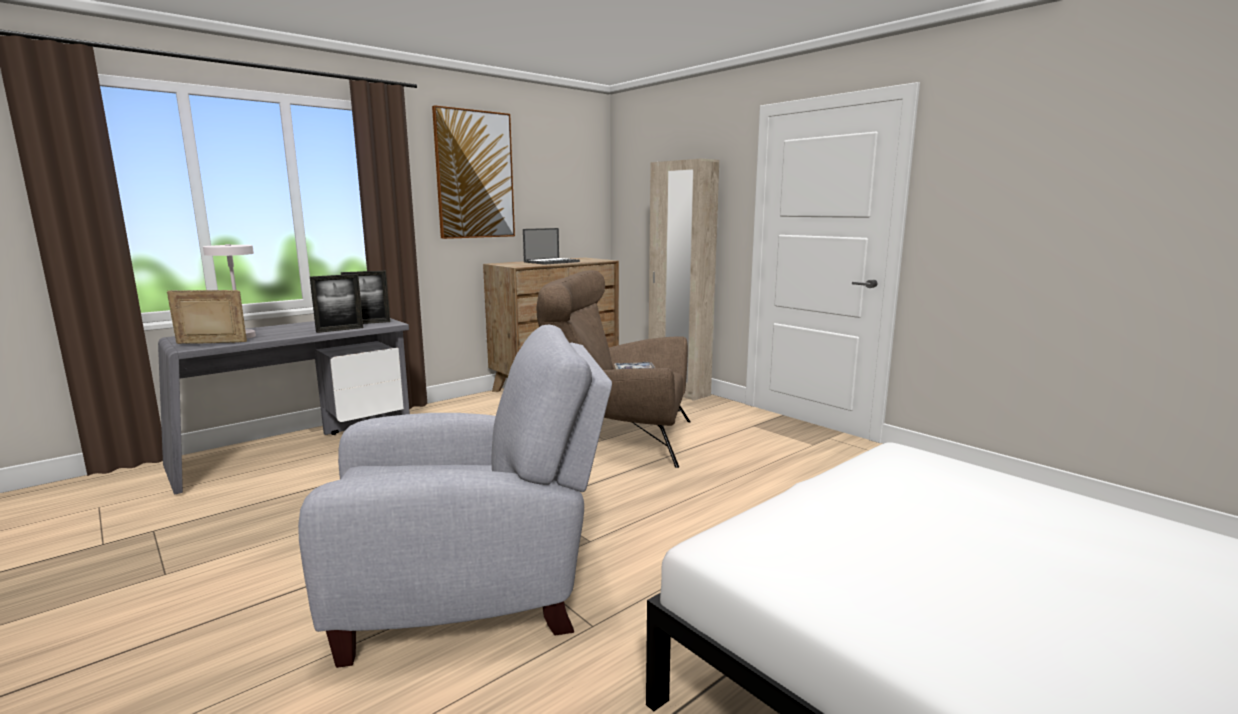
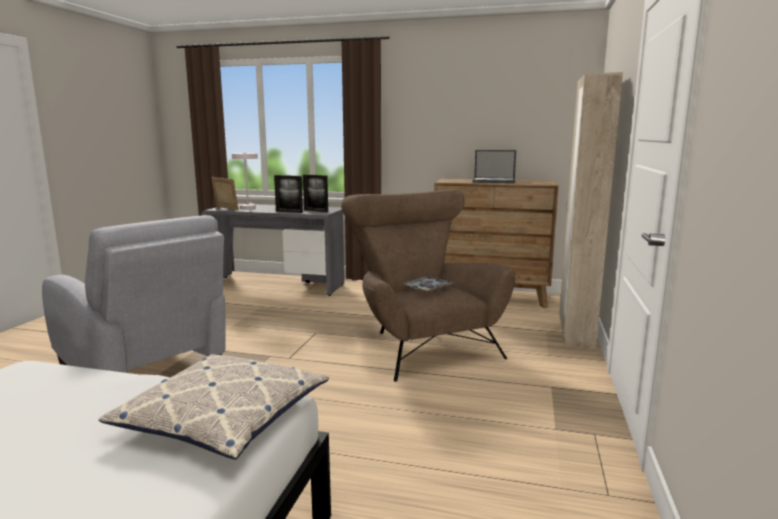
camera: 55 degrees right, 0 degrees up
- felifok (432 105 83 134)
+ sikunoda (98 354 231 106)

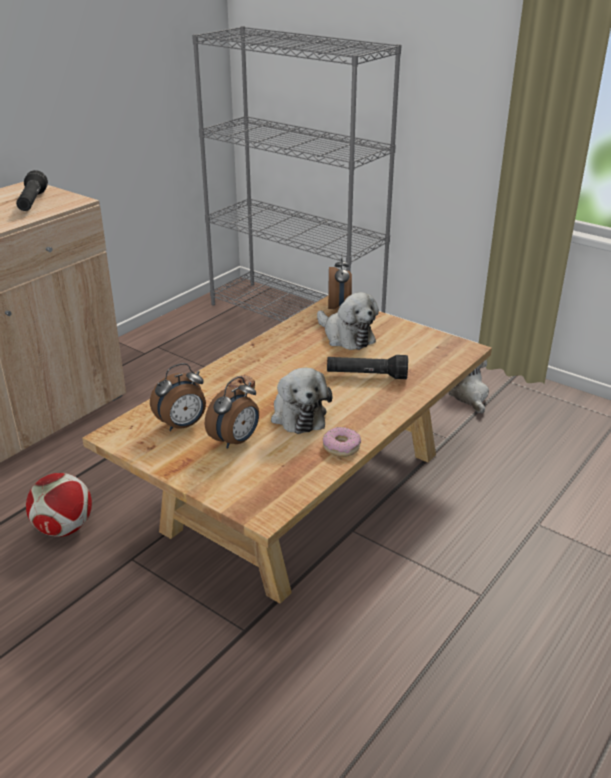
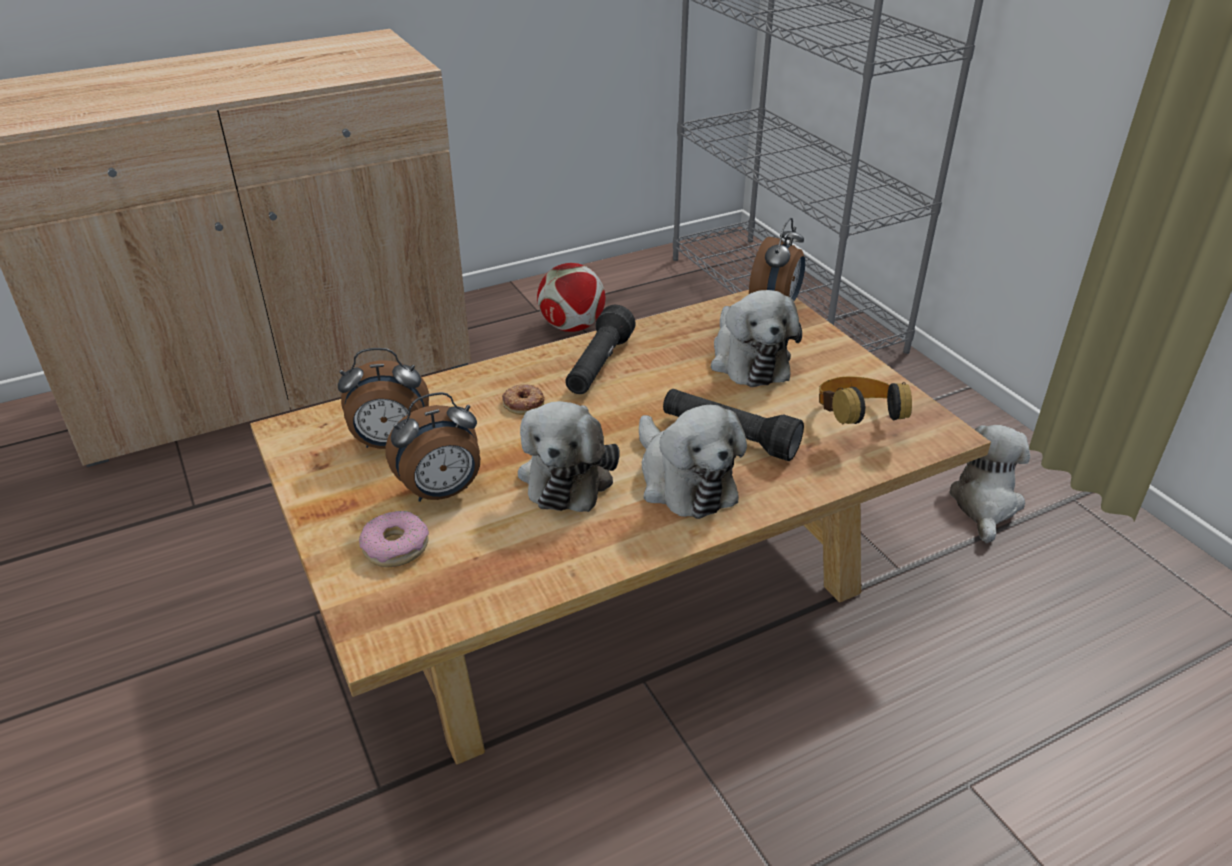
camera: 25 degrees right, 5 degrees up
+ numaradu (639 405 108 114)
+ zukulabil (819 376 93 48)
~ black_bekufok (16 170 32 41) to (565 305 71 89)
~ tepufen (26 473 66 64) to (537 263 68 69)
~ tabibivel (323 427 38 30) to (359 511 70 56)

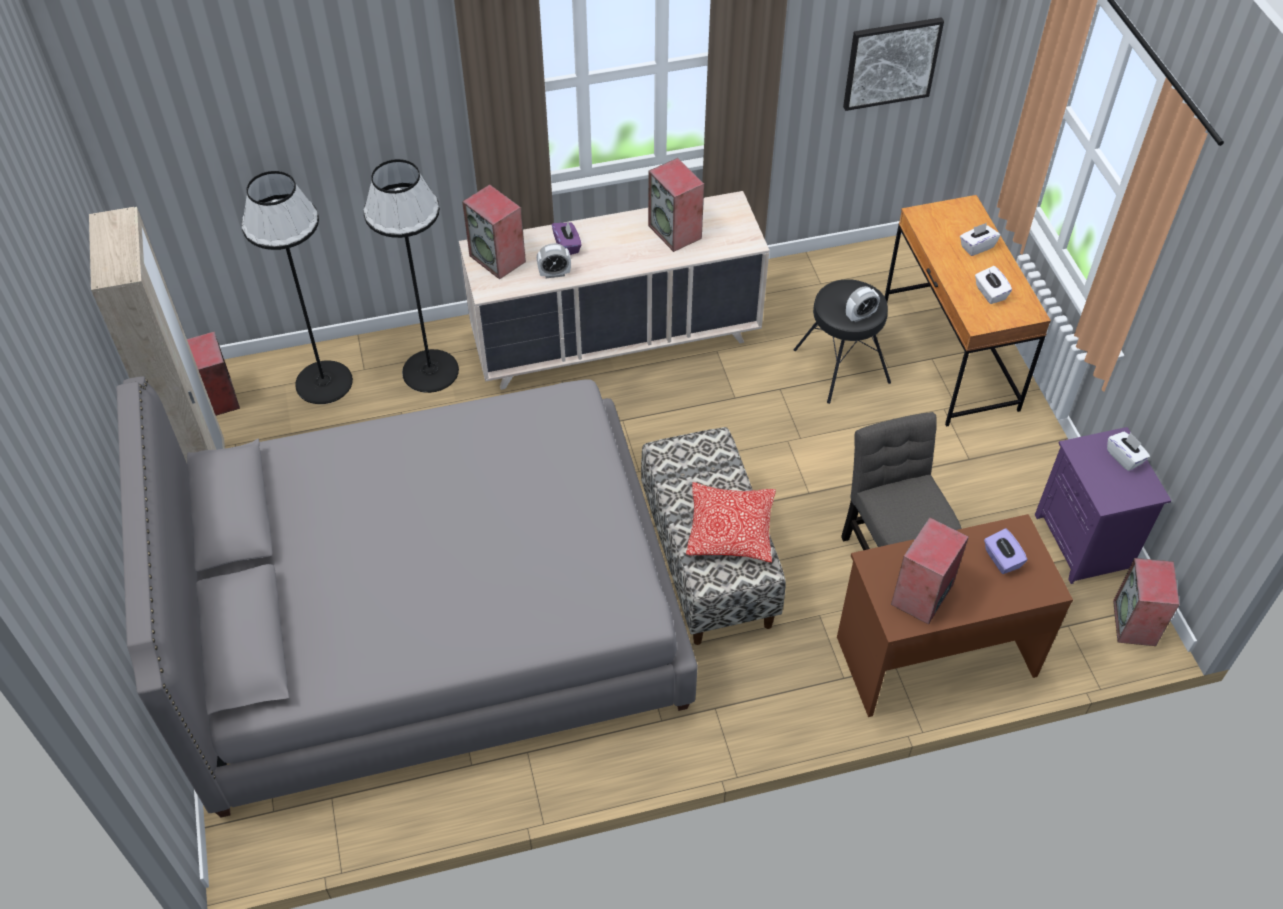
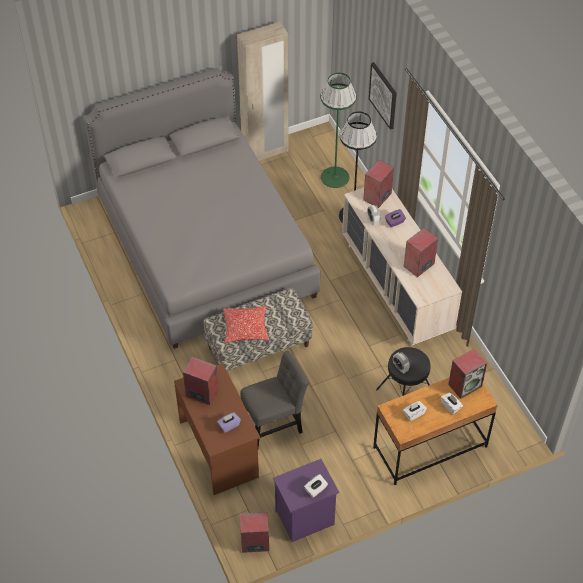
camera: 80 degrees right, 0 degrees up
~ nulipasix (187 332 53 84) to (448 348 39 51)
~ felifok (843 17 101 94) to (369 62 28 68)
~ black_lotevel (241 171 112 233) to green_lotevel (320 73 37 115)

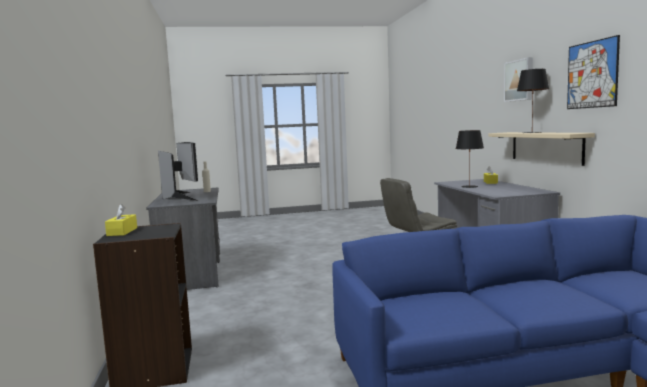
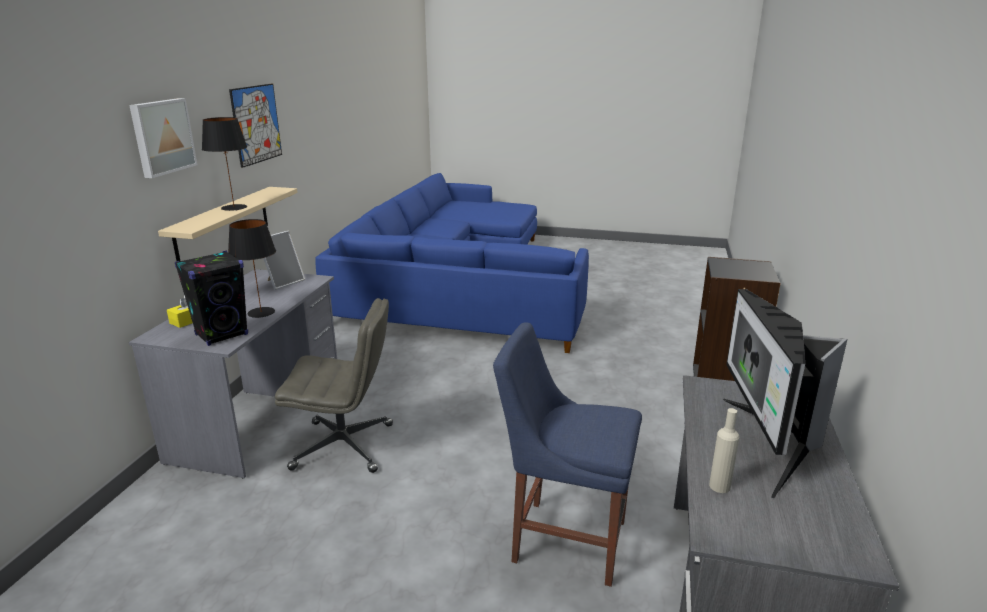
camera: 155 degrees left, 15 degrees up
- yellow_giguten (105 204 32 32)
+ black_nulipasix (175 251 73 95)
+ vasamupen (263 231 42 59)
+ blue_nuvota (493 322 149 265)

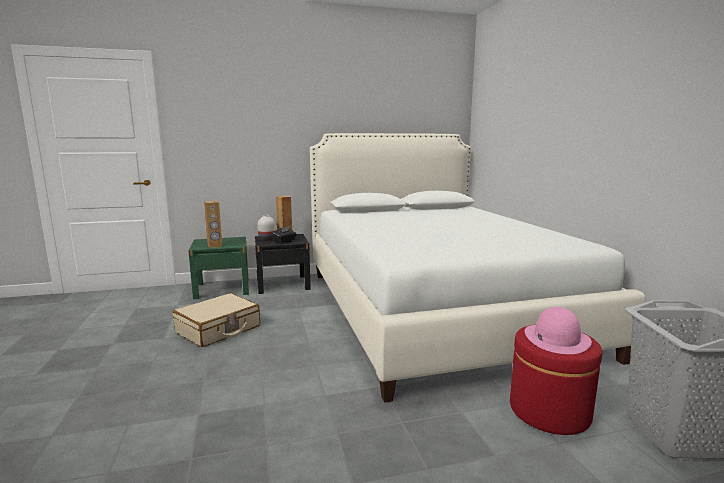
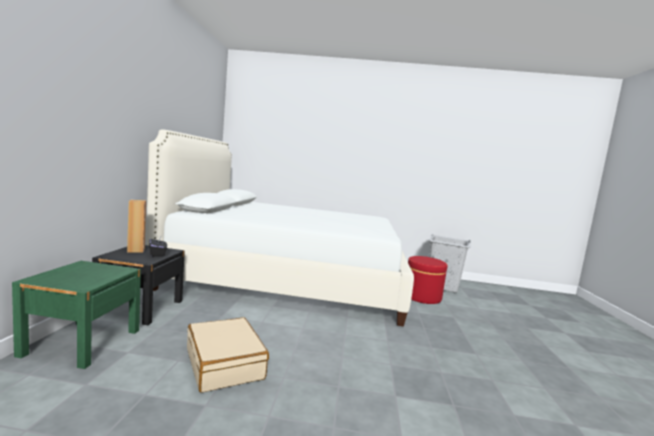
camera: 70 degrees left, 5 degrees down
- brown_nulipasix (204 201 18 47)
- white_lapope (258 215 18 26)
- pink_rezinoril (525 307 67 47)

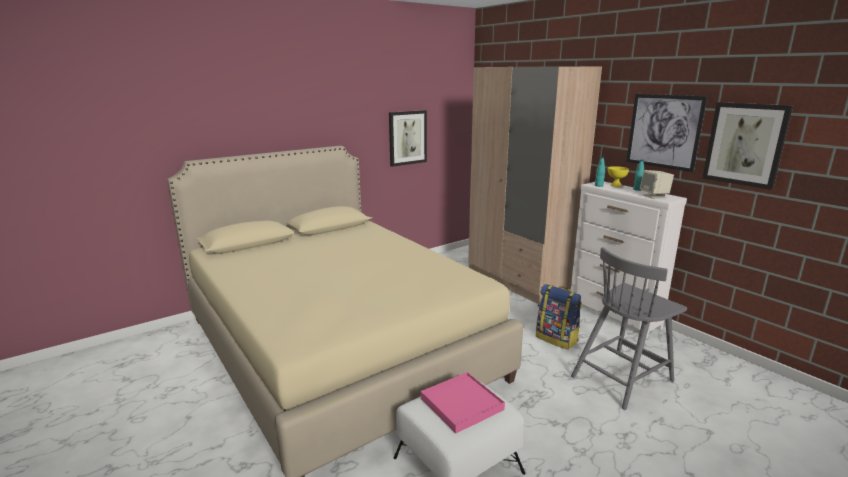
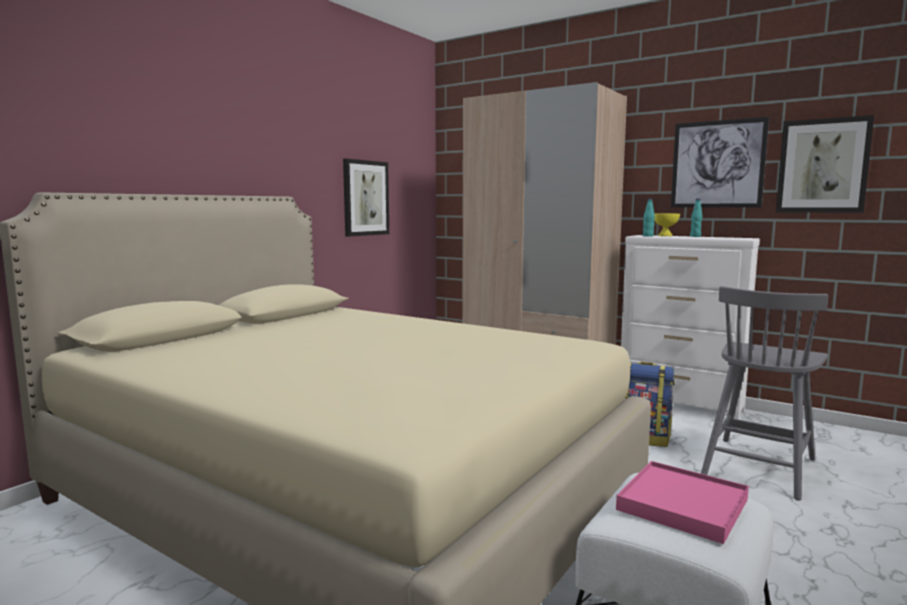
camera: 20 degrees left, 10 degrees down
- beige_nulipasix (640 170 34 29)

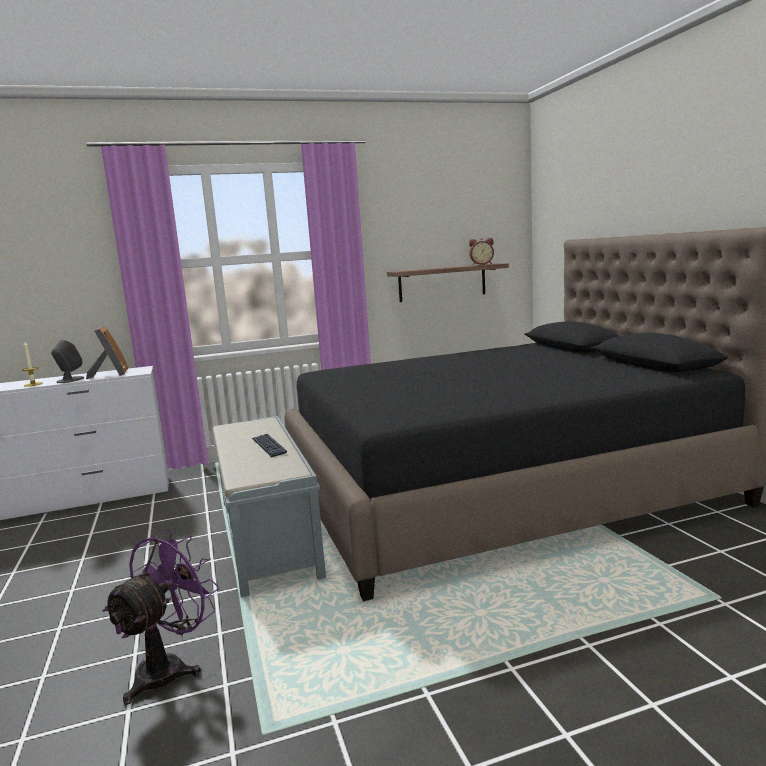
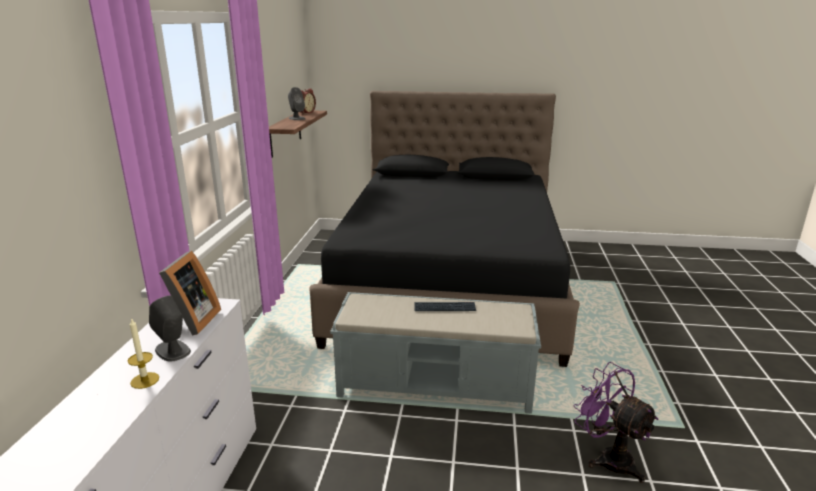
camera: 65 degrees left, 10 degrees up
+ grey_nulipasix (288 87 17 33)
~ vasamupen (86 326 42 53) = (159 251 62 85) 90 degrees clockwise

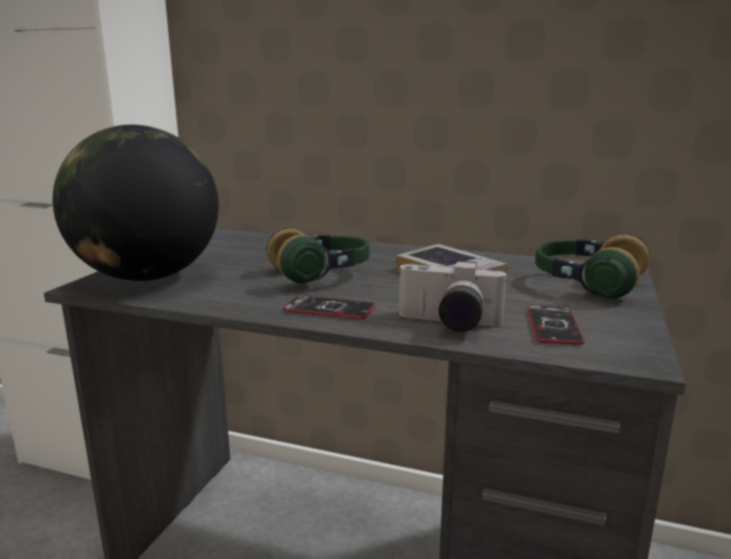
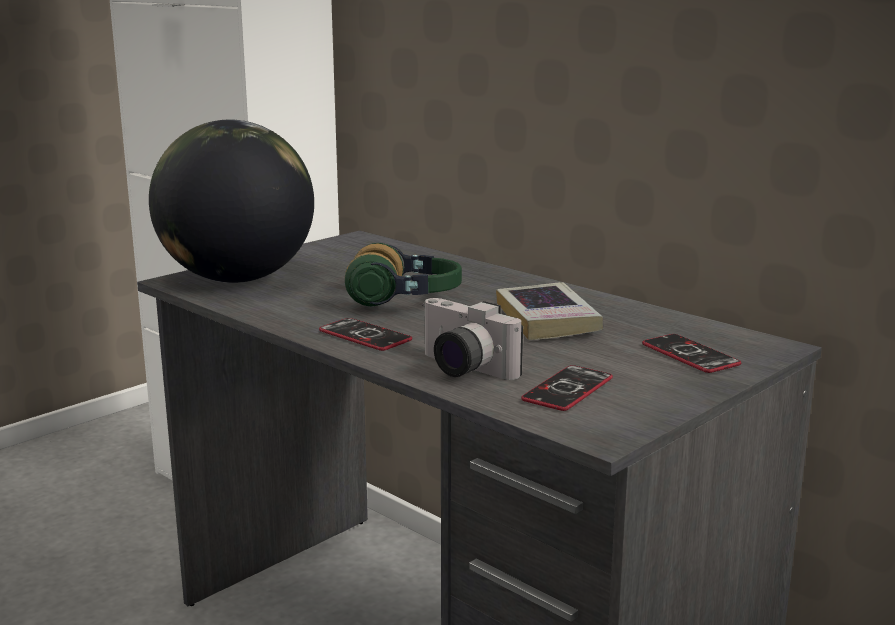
camera: 25 degrees right, 0 degrees up
~ zukulabil (535 233 115 66) to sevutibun (642 334 99 39)

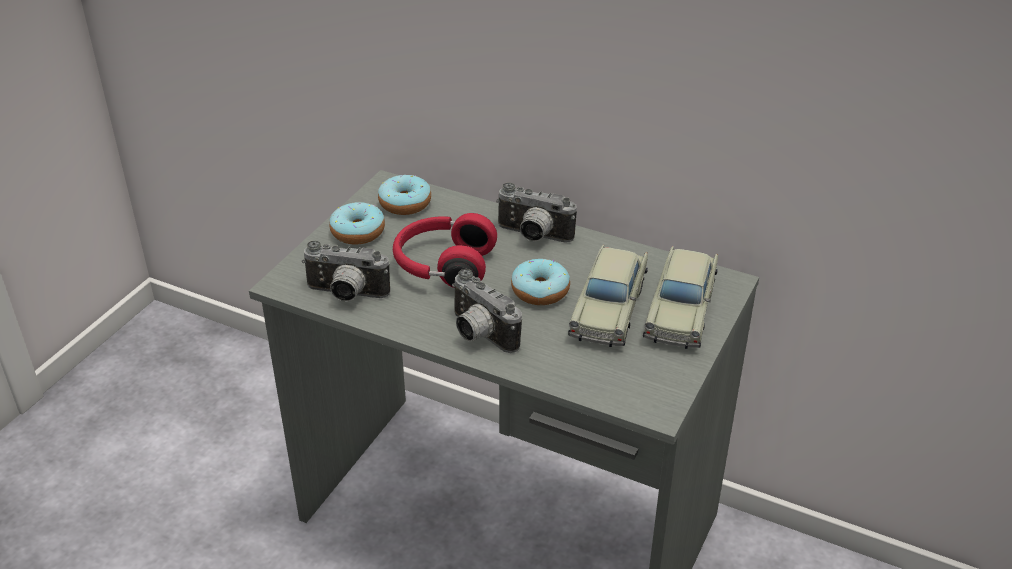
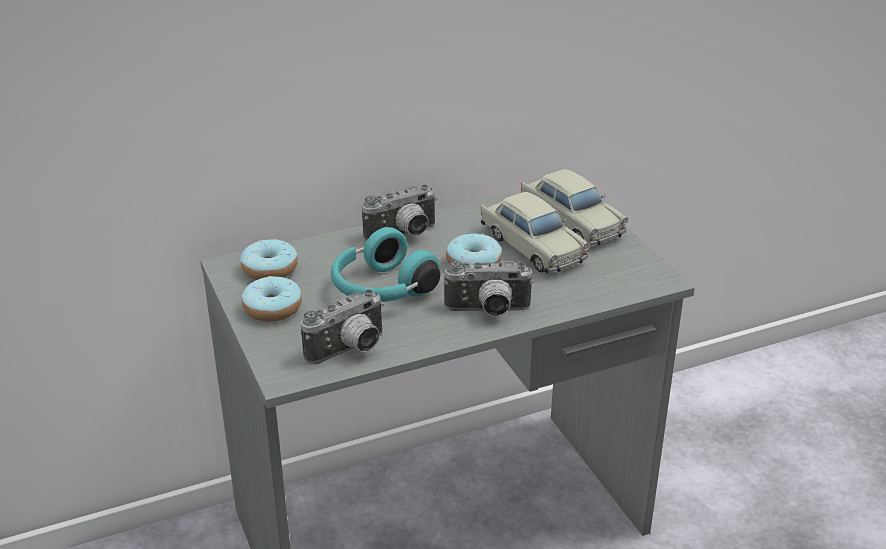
camera: 50 degrees left, 5 degrees down
~ red_zukulabil (393 213 104 75) to turquoise_zukulabil (331 227 109 75)

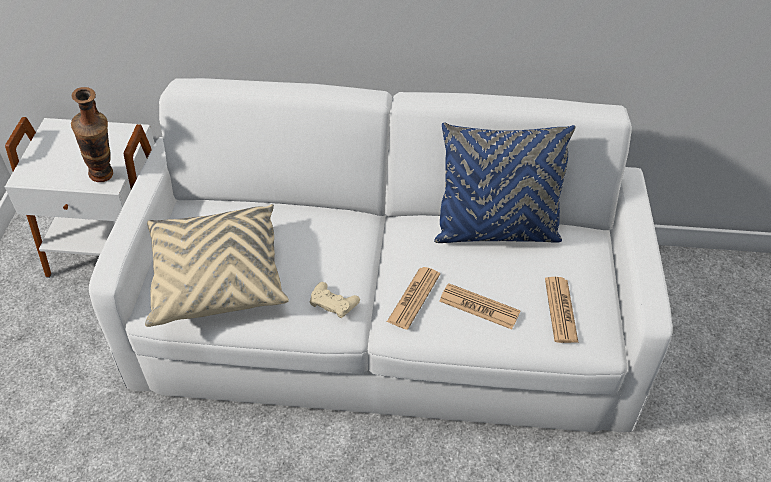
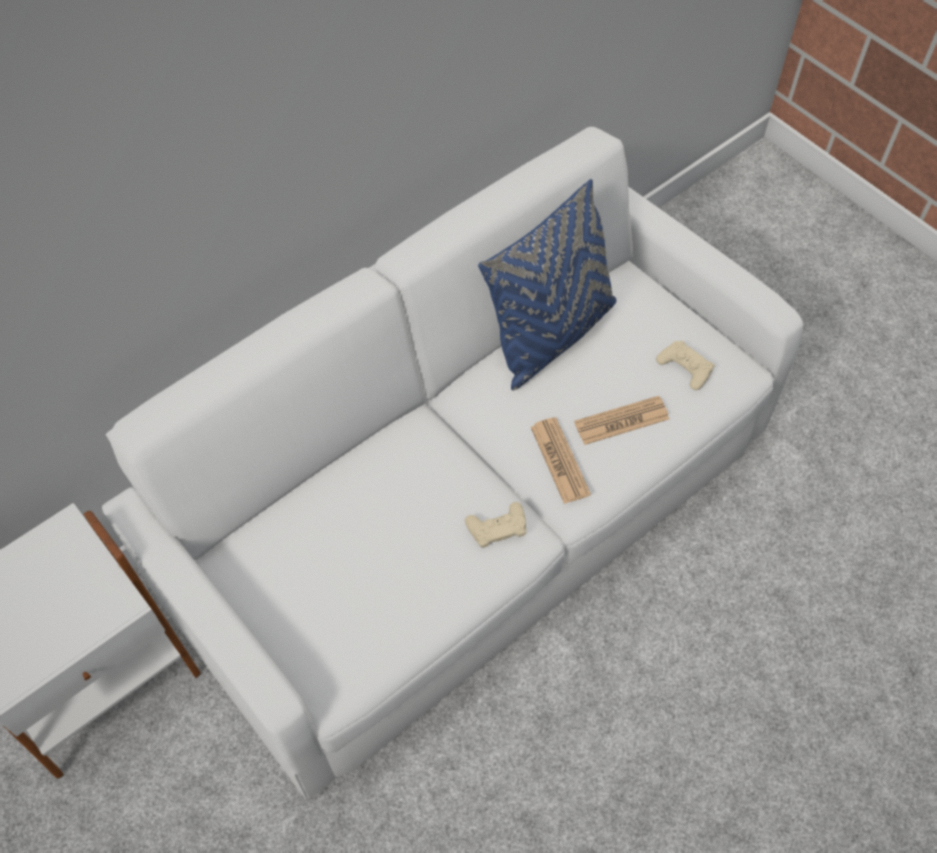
camera: 45 degrees left, 10 degrees up
- lapope (71 87 42 95)
- beige_sikunoda (145 204 144 123)
~ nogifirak (545 277 33 66) to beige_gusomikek (656 341 59 49)

